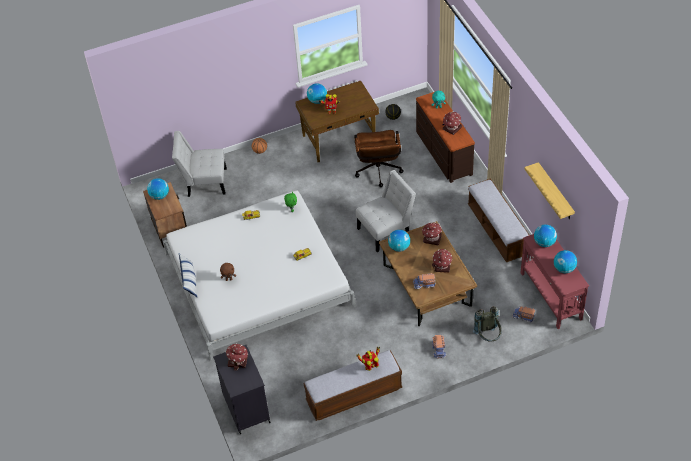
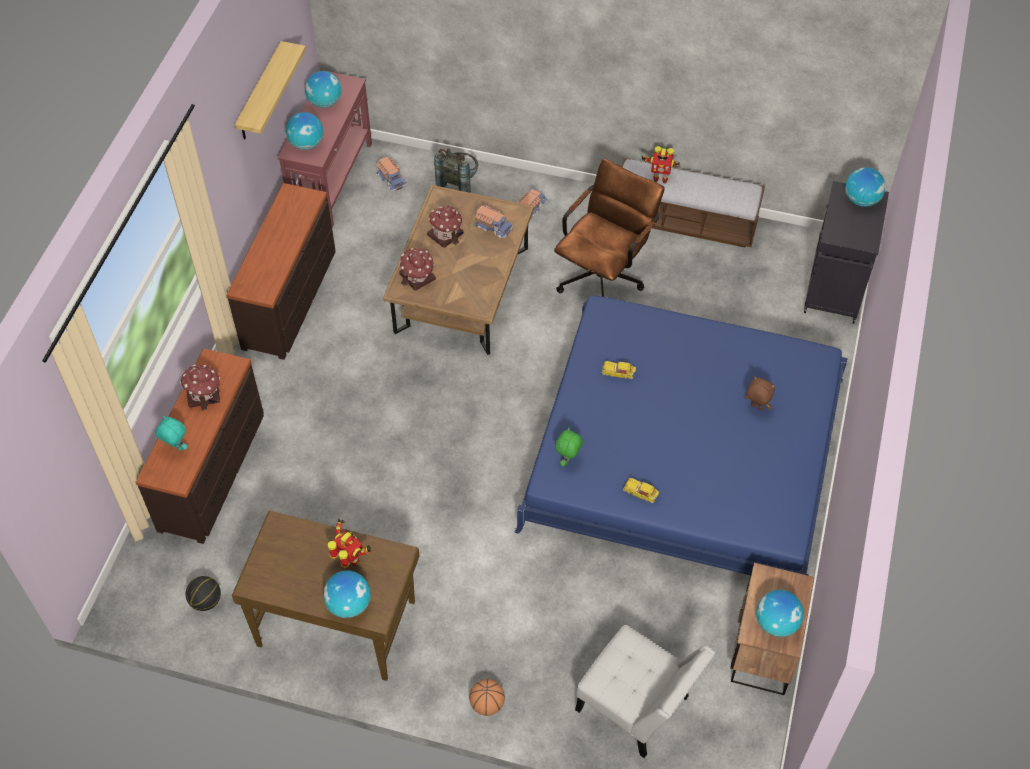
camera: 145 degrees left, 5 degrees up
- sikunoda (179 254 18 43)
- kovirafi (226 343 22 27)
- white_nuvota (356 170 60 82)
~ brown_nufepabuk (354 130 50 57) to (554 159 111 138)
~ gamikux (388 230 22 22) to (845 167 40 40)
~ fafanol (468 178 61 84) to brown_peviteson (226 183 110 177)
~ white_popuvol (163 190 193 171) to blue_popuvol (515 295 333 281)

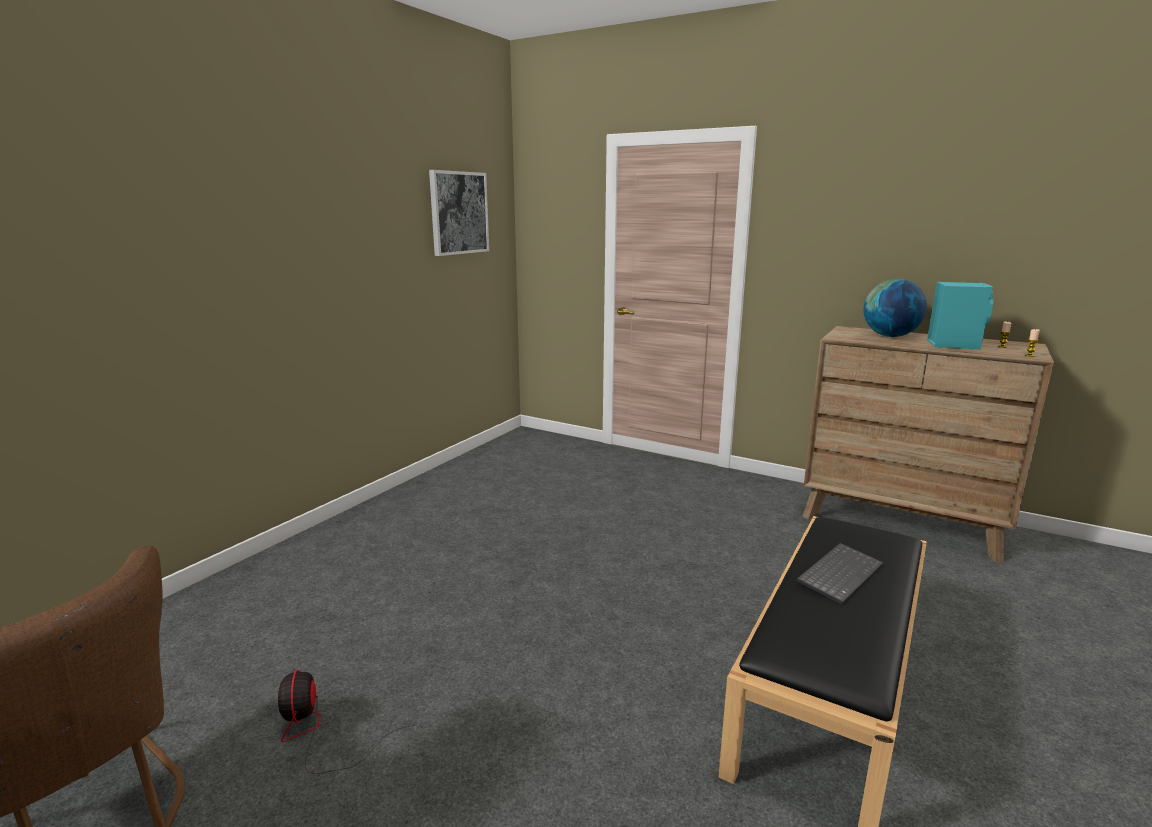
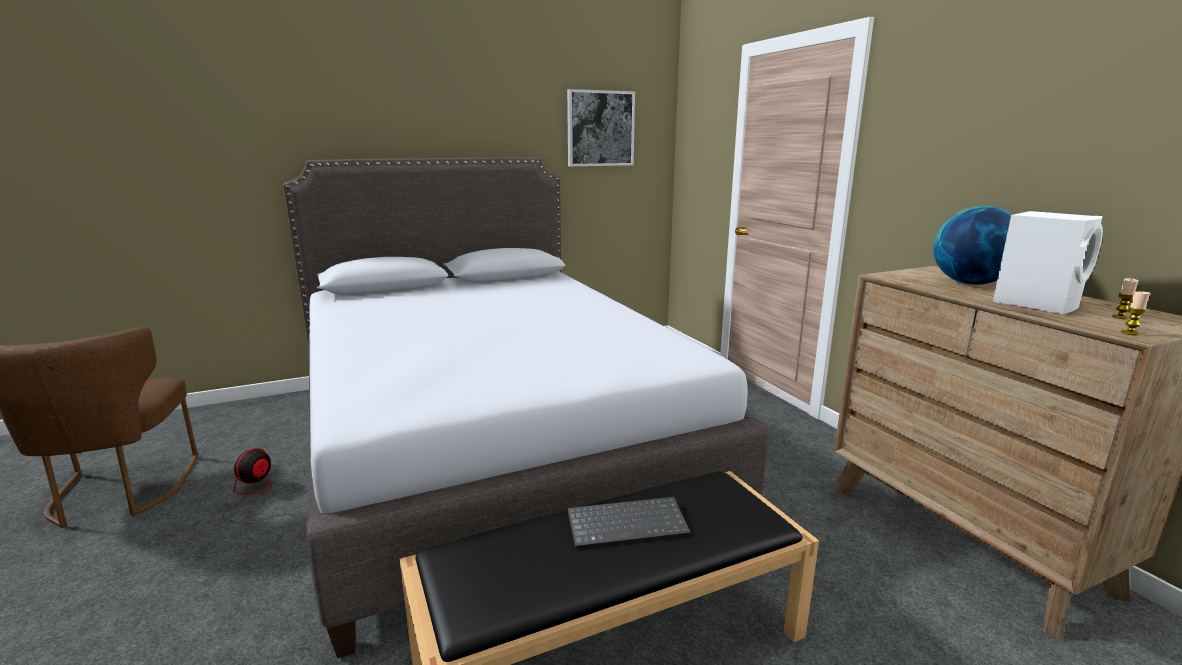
camera: 35 degrees right, 0 degrees up
+ grey_popuvol (283 157 485 501)
~ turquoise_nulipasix (927 282 66 68) to white_nulipasix (993 211 110 103)

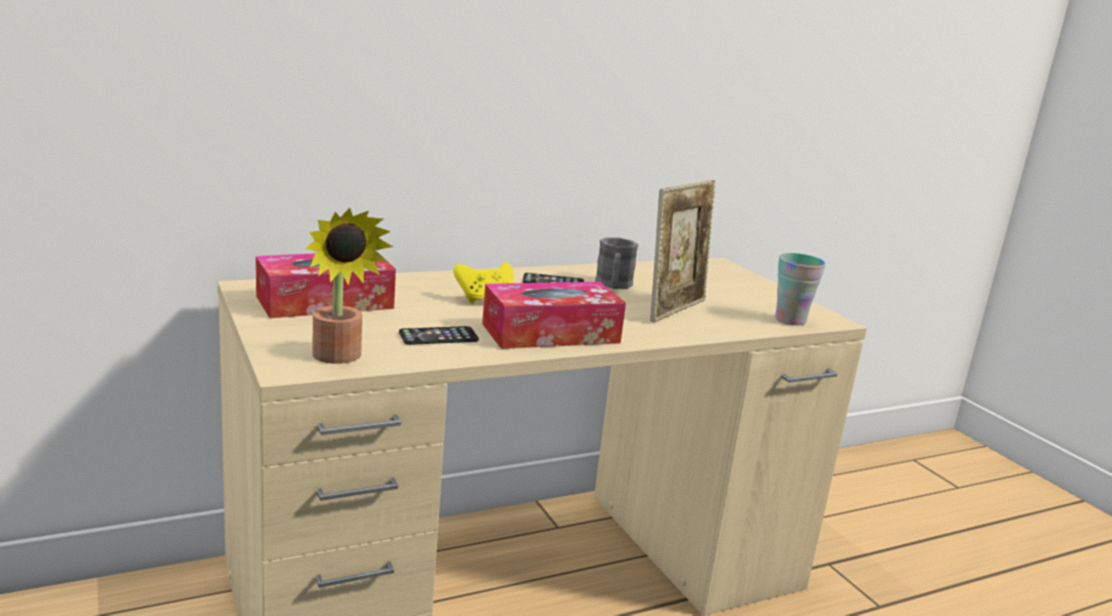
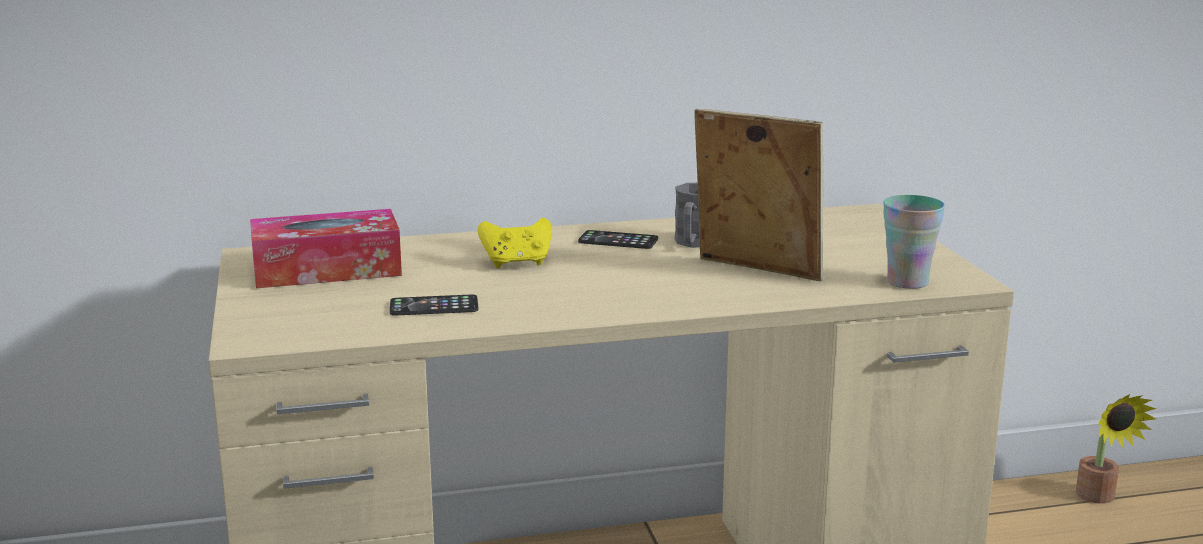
camera: 15 degrees right, 0 degrees up
- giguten (482 282 144 67)
~ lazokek (305 208 88 156) to (1076 394 80 110)
~ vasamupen (650 180 65 142) = (694 109 129 172) 105 degrees counterclockwise

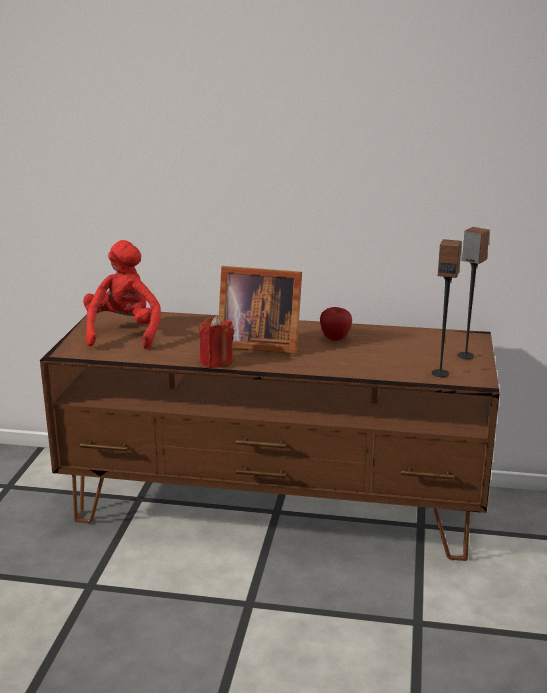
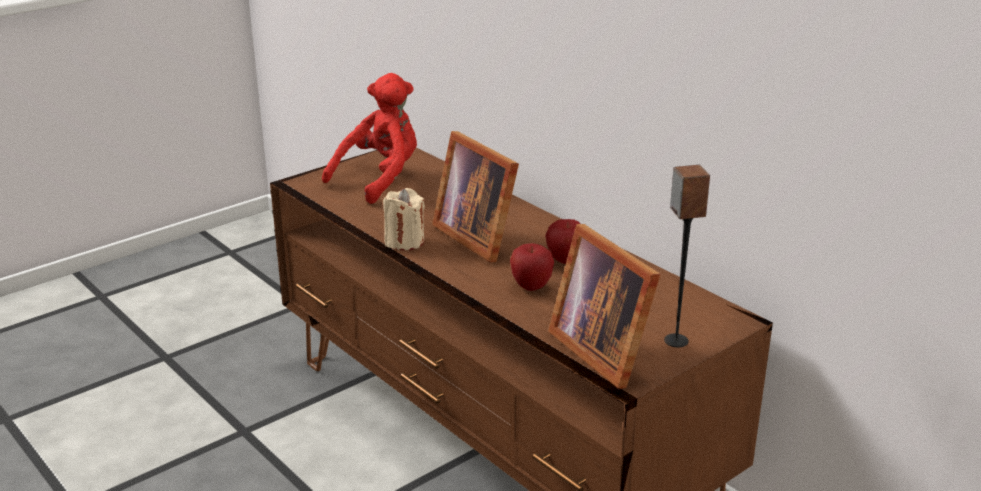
camera: 40 degrees right, 5 degrees up
+ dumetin (510 243 44 48)
~ nulipasix (432 239 30 138) to vasamupen (548 224 113 165)
~ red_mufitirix (199 316 35 52) to beige_mufitirix (383 188 42 62)

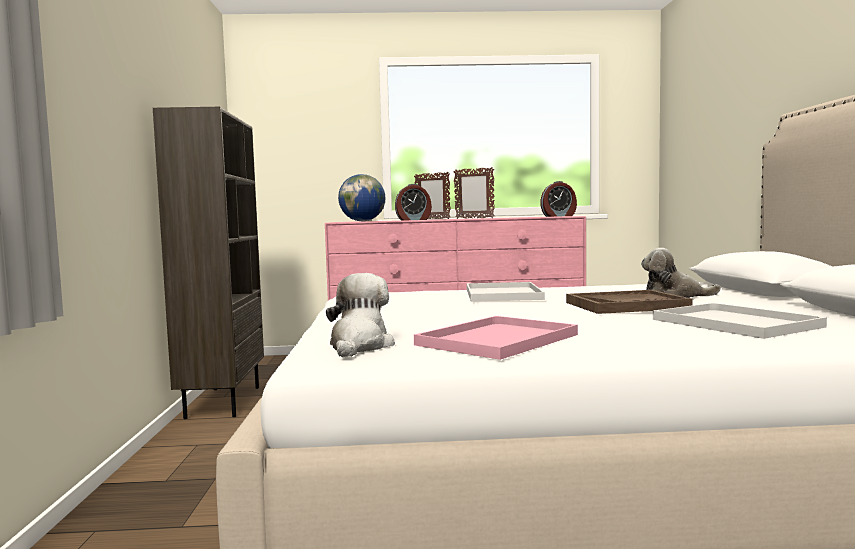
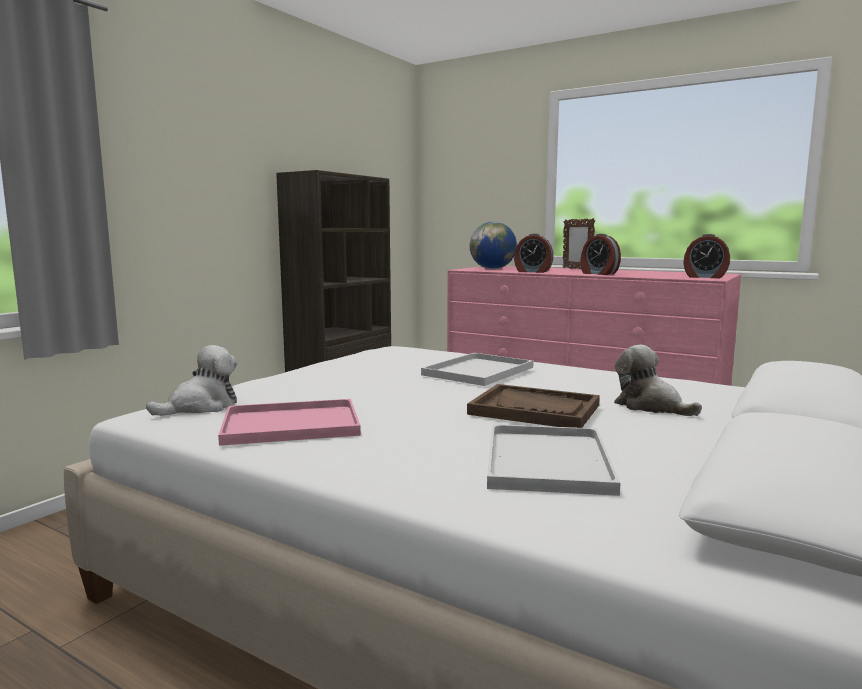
camera: 35 degrees right, 5 degrees up
~ vasamupen (453 167 42 52) to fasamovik (580 234 41 41)

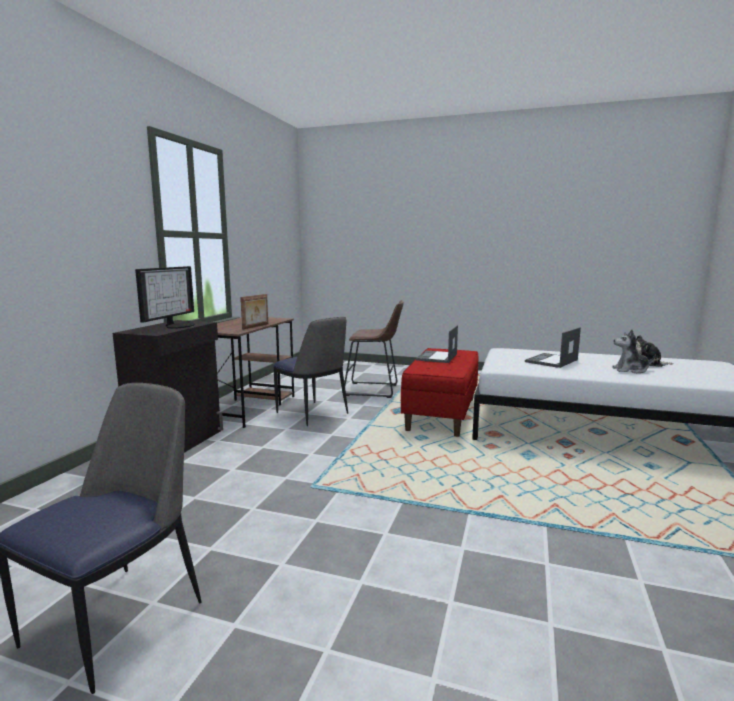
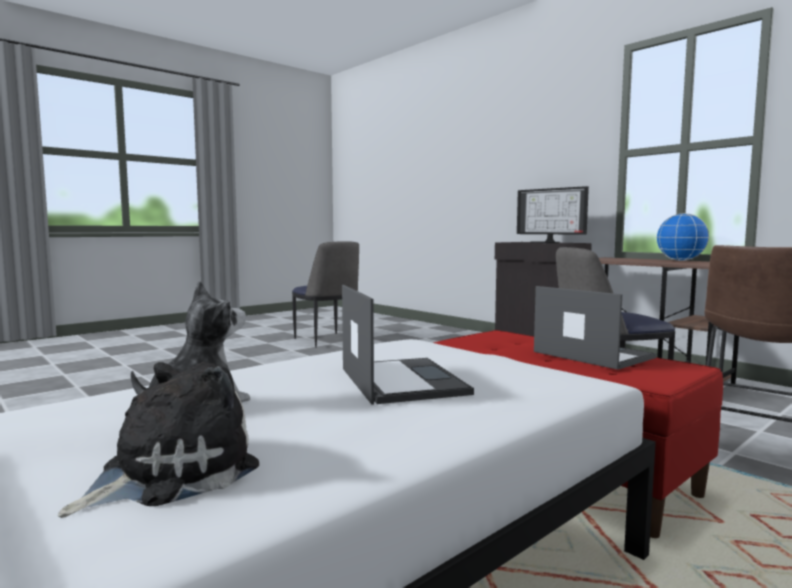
camera: 120 degrees right, 5 degrees down
- vasamupen (240 294 28 36)
+ gamikux (657 213 52 48)

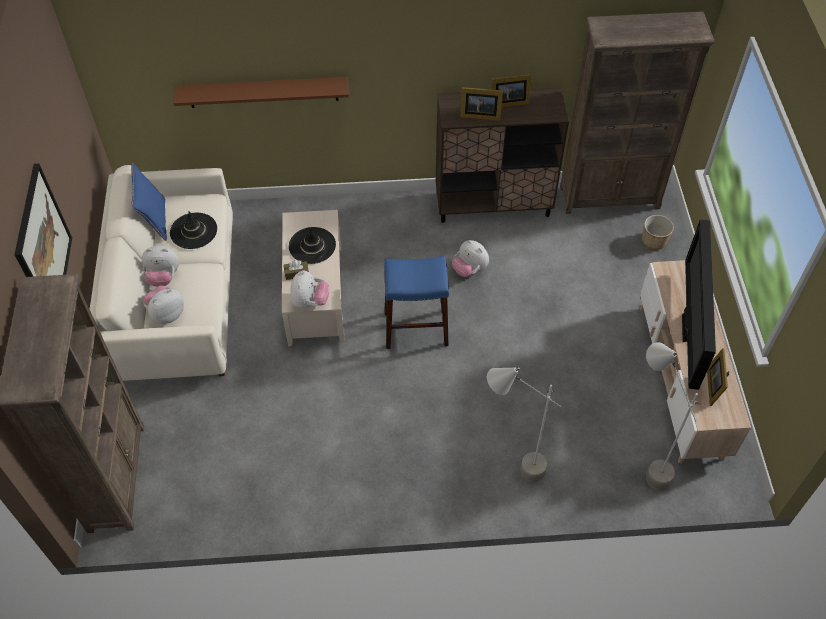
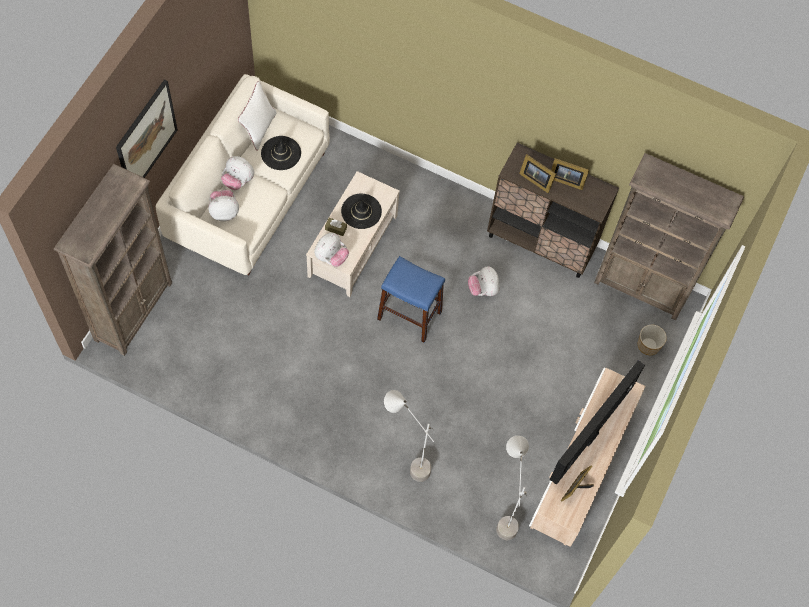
camera: 25 degrees right, 10 degrees up
- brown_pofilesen (173 77 176 31)
~ blue_sikunoda (131 163 36 78) to white_sikunoda (238 81 38 70)

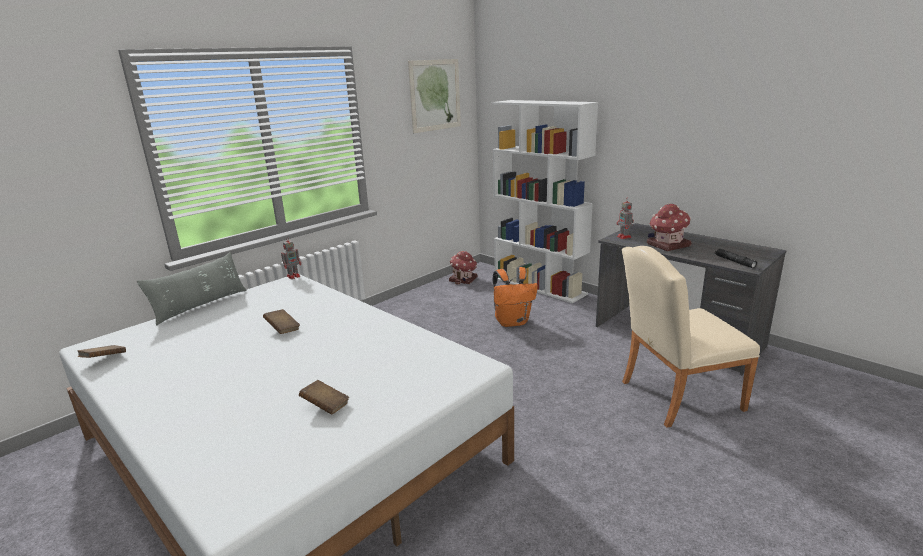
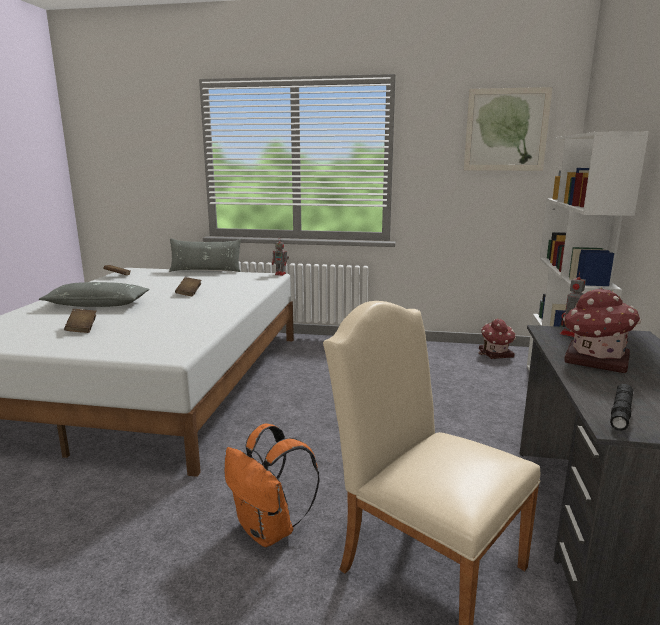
camera: 55 degrees right, 5 degrees down
+ grey_sikunoda (39 282 111 25)
~ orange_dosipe (493 267 45 60) to (225 423 95 124)

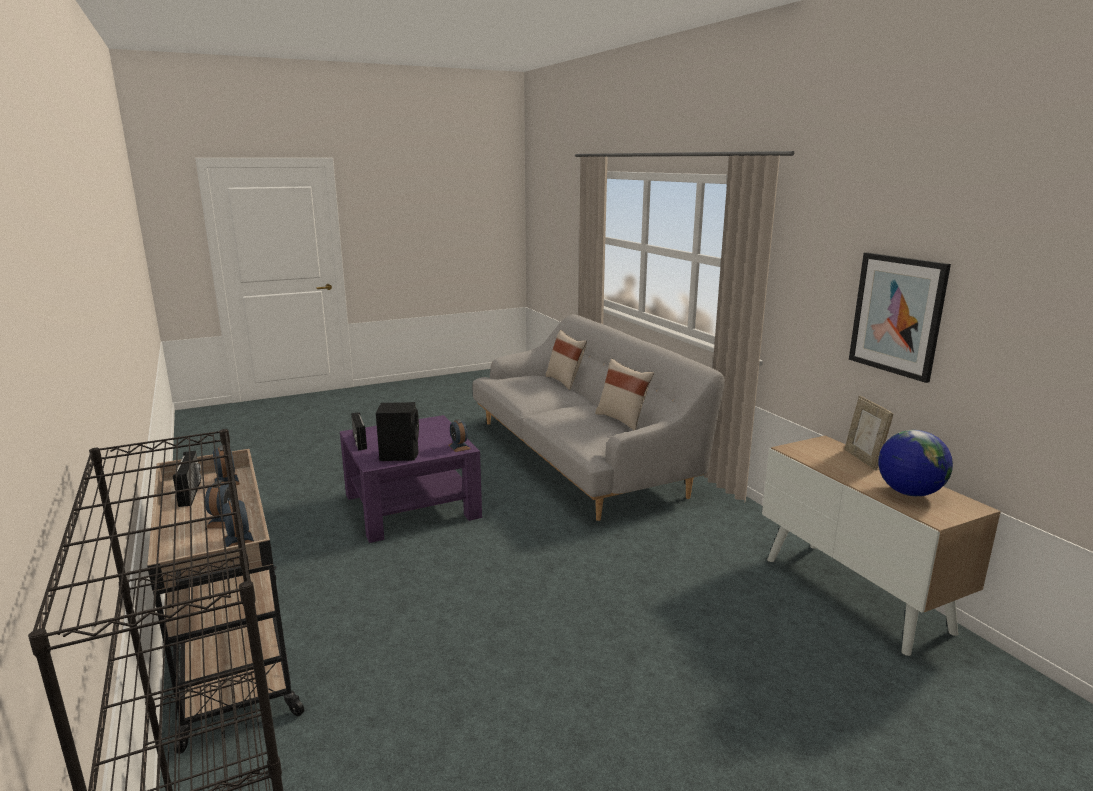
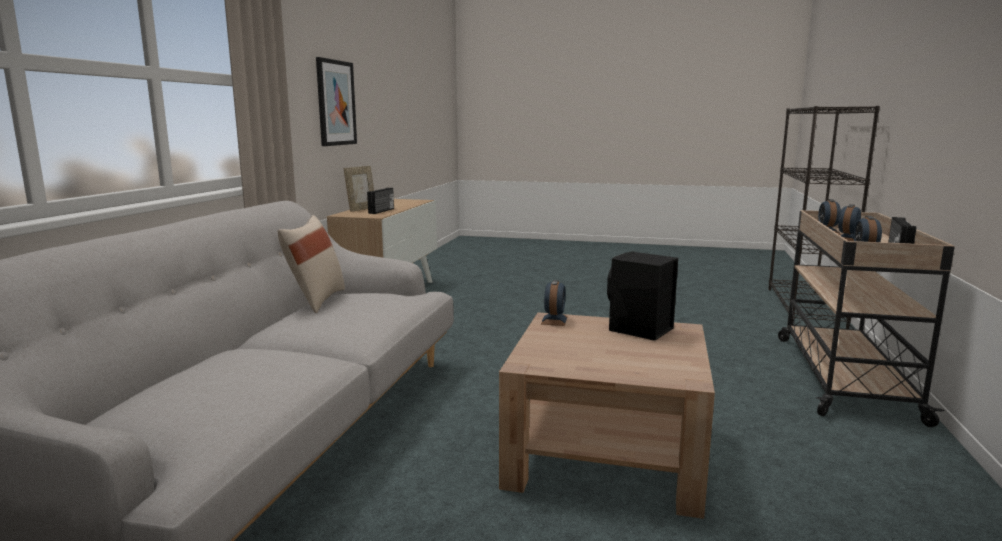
camera: 140 degrees left, 5 degrees down
- beige_sikunoda (546 330 41 60)
- gamikux (878 430 75 66)
~ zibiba (351 412 16 39) to (367 188 27 26)
~ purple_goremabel (340 415 142 128) to brown_goremabel (499 312 216 207)

